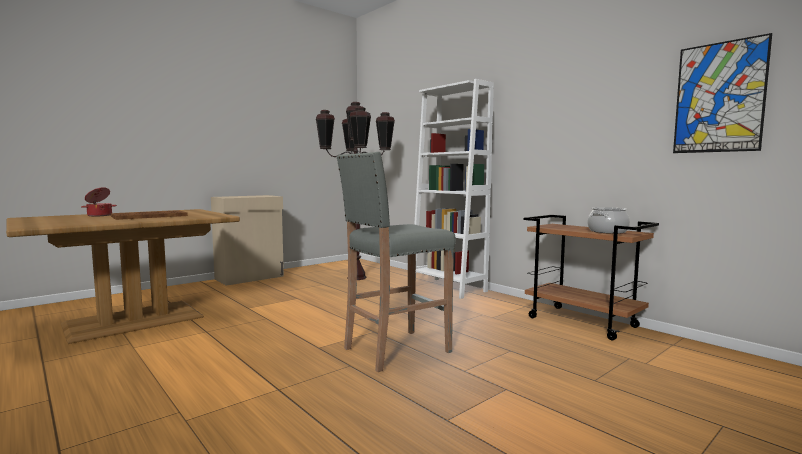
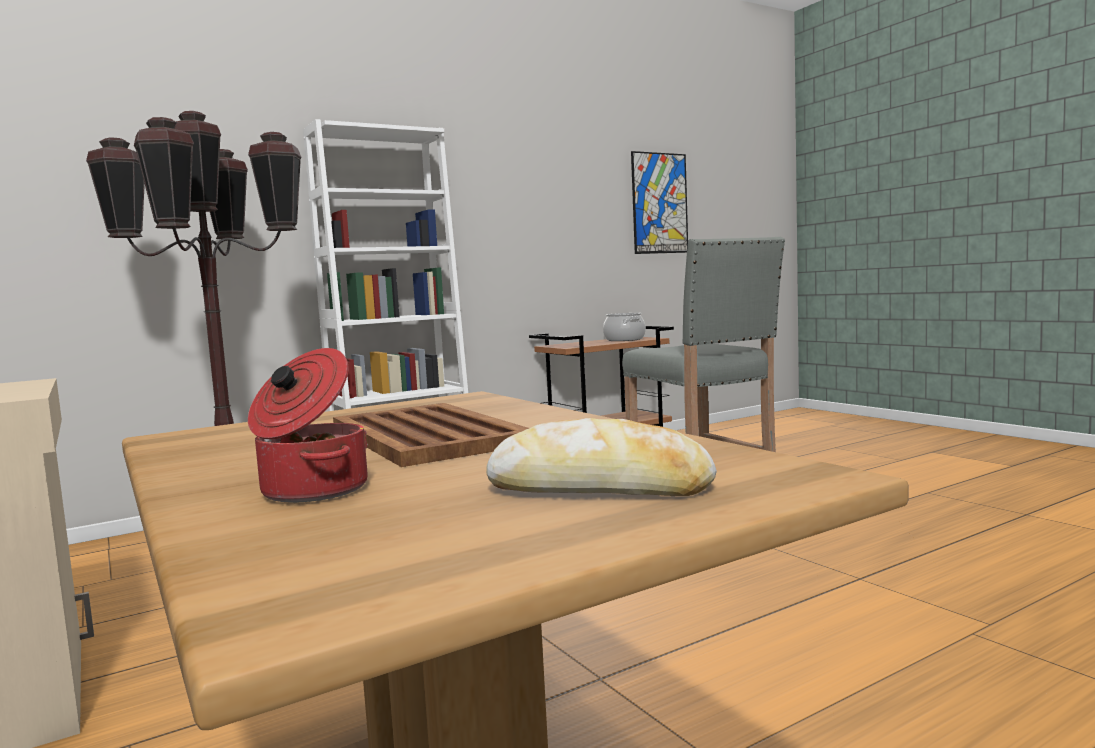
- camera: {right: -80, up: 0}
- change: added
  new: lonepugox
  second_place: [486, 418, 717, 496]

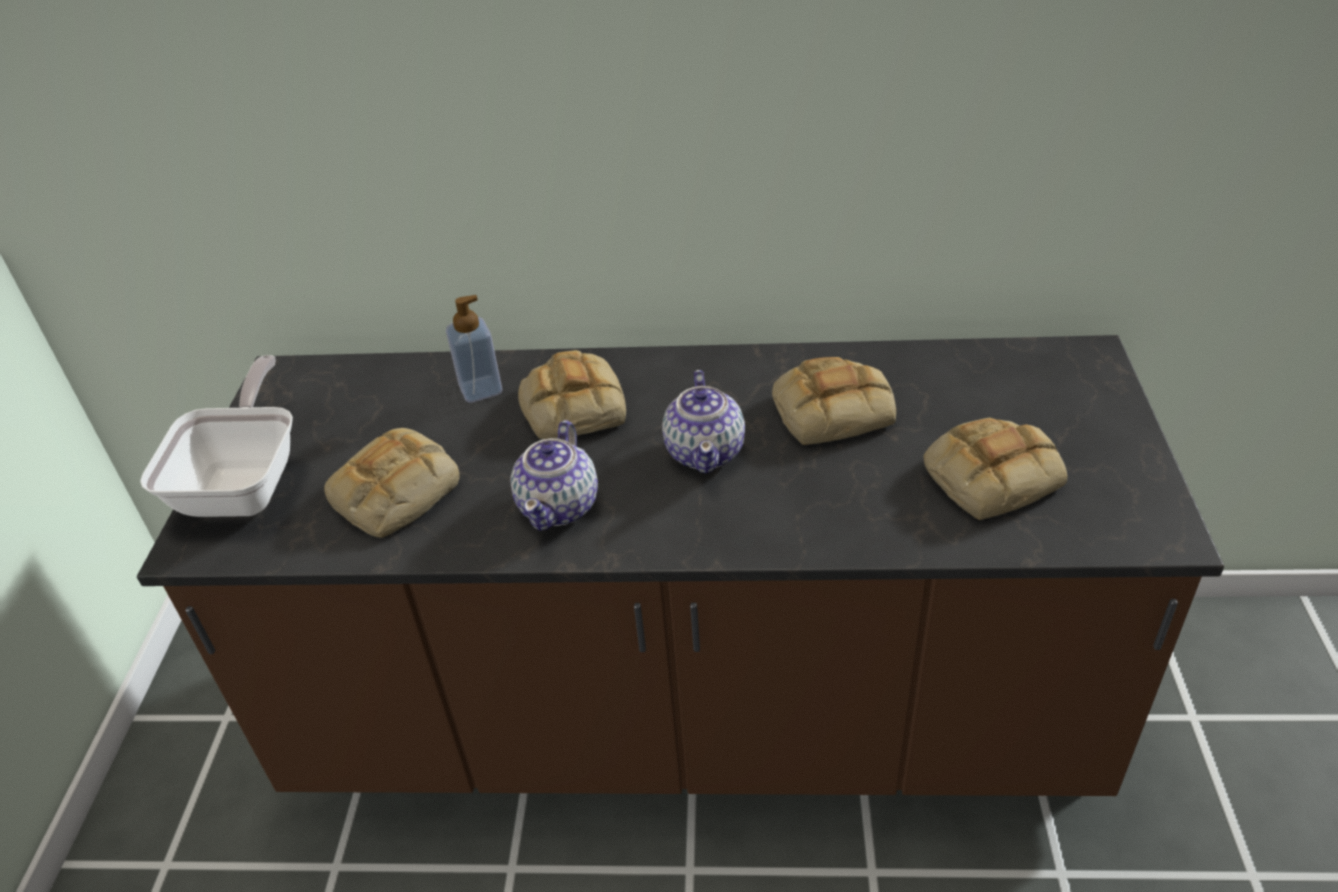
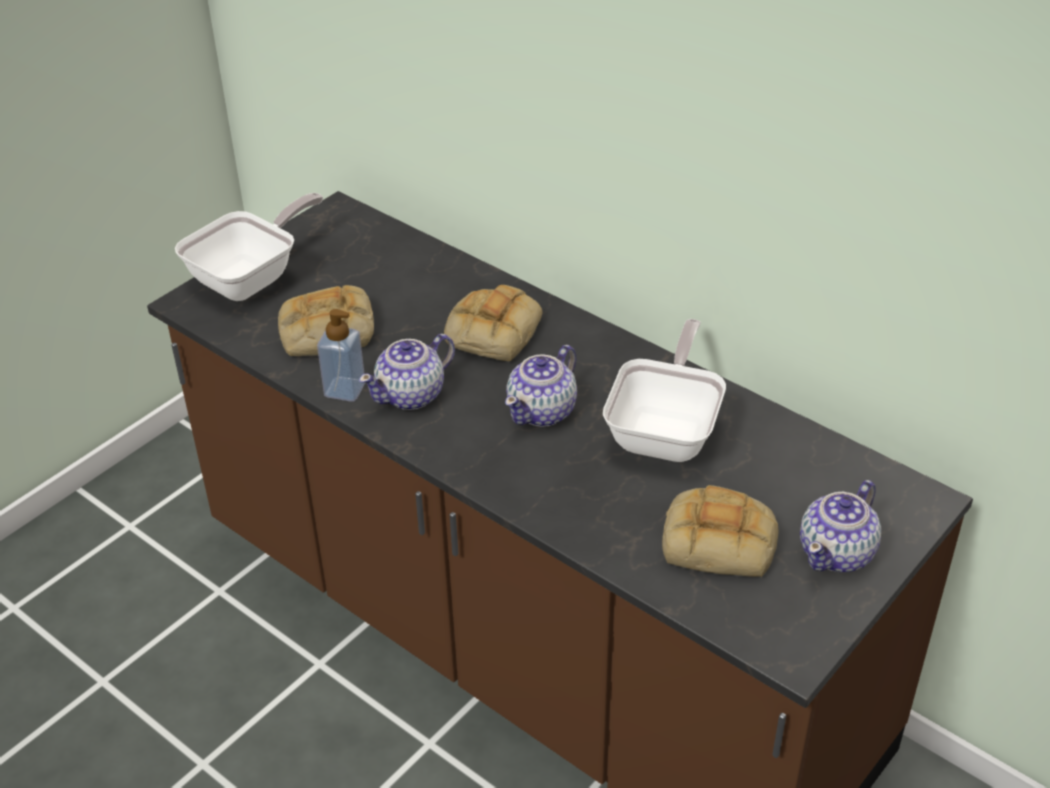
- camera: {right: 35, up: 0}
- change: added
  new: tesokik
  second_place: [800, 480, 881, 572]
- change: moved
  old: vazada
  first_place: [446, 295, 502, 403]
  second_place: [317, 309, 365, 402]
- change: replaced
  old: lonepugox
  new: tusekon
  first_place: [772, 357, 896, 445]
  second_place: [603, 319, 726, 462]

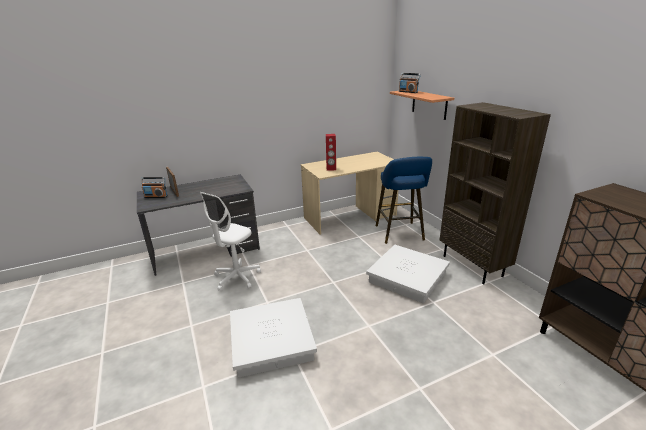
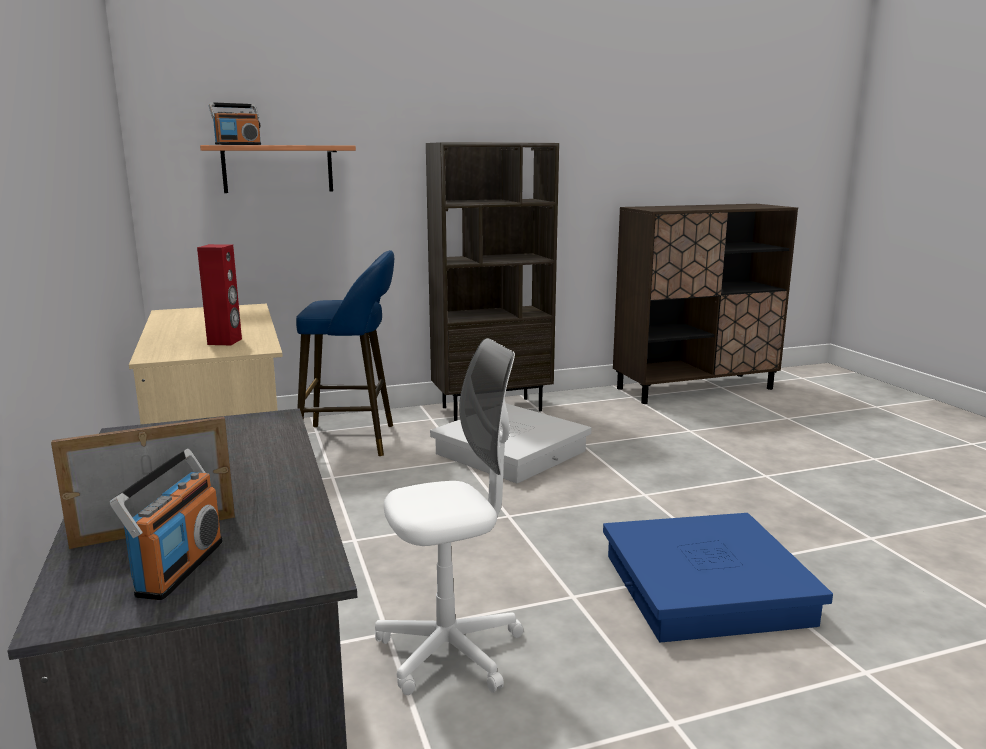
- camera: {right: -85, up: -10}
- change: recoloured
  old: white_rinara
  new: blue_rinara
  first_place: [230, 298, 317, 378]
  second_place: [603, 513, 833, 642]
- change: turned
  old: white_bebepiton
  first_place: [200, 192, 261, 291]
  second_place: [375, 338, 523, 695]
  degrees: -60

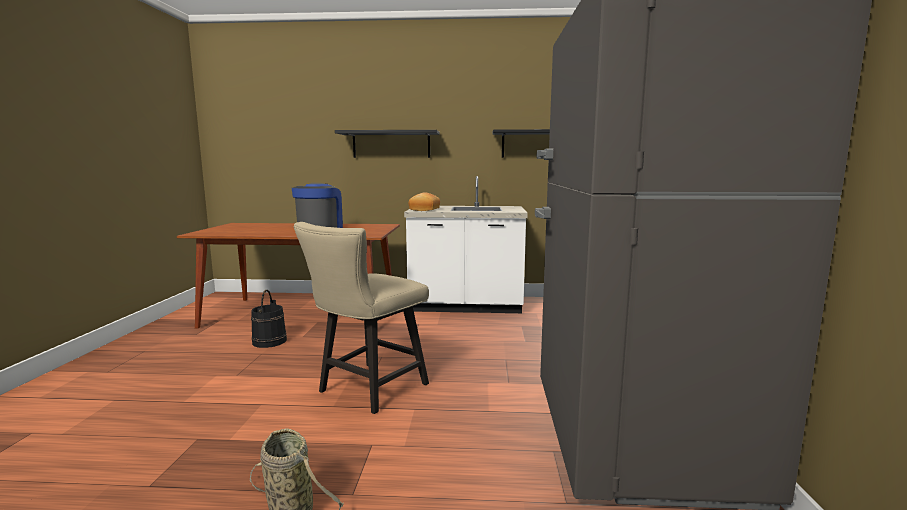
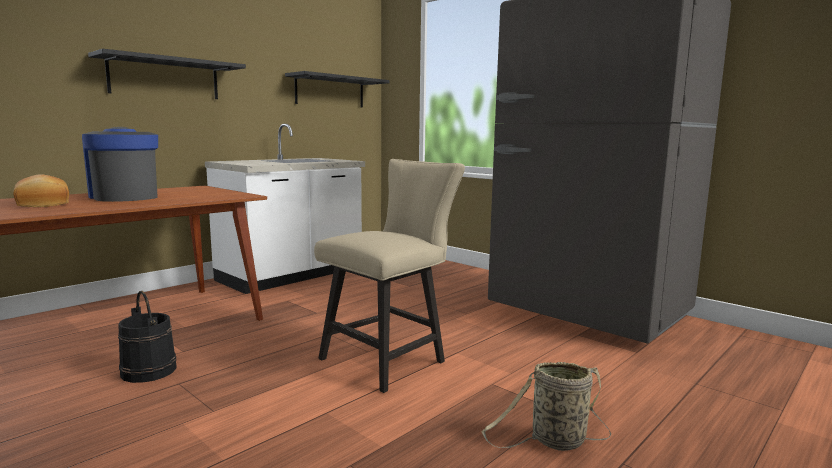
- camera: {right: -50, up: 0}
- change: moved
  old: lonepugox
  first_place: [409, 192, 440, 211]
  second_place: [13, 174, 69, 207]
- change: turned
  old: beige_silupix
  first_place: [294, 222, 429, 414]
  second_place: [314, 159, 465, 393]
  degrees: -120

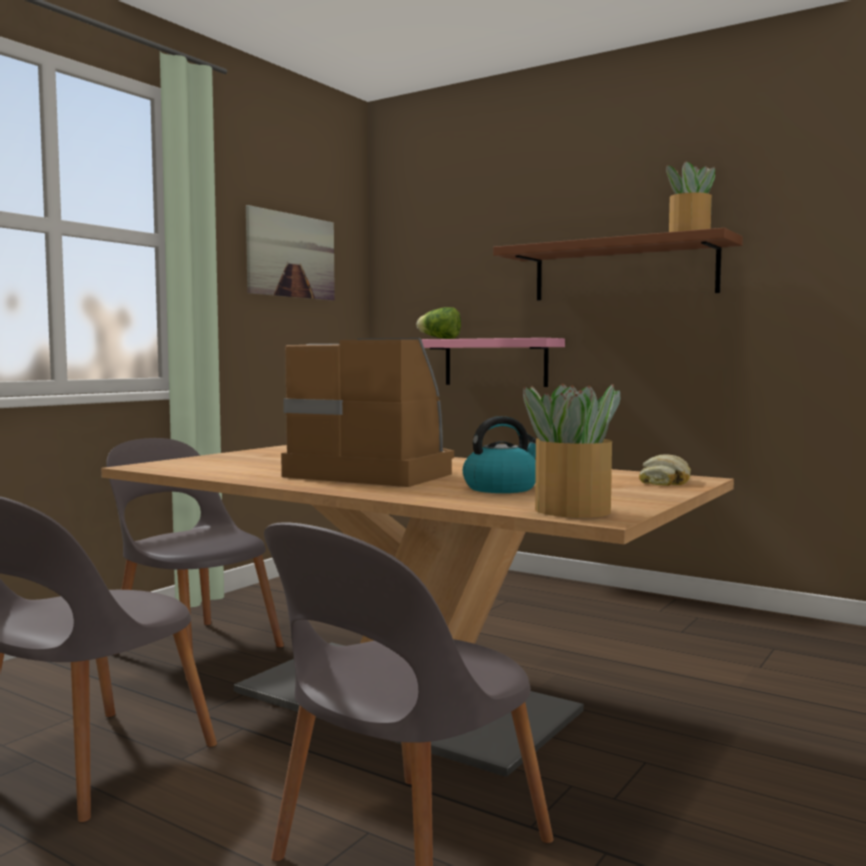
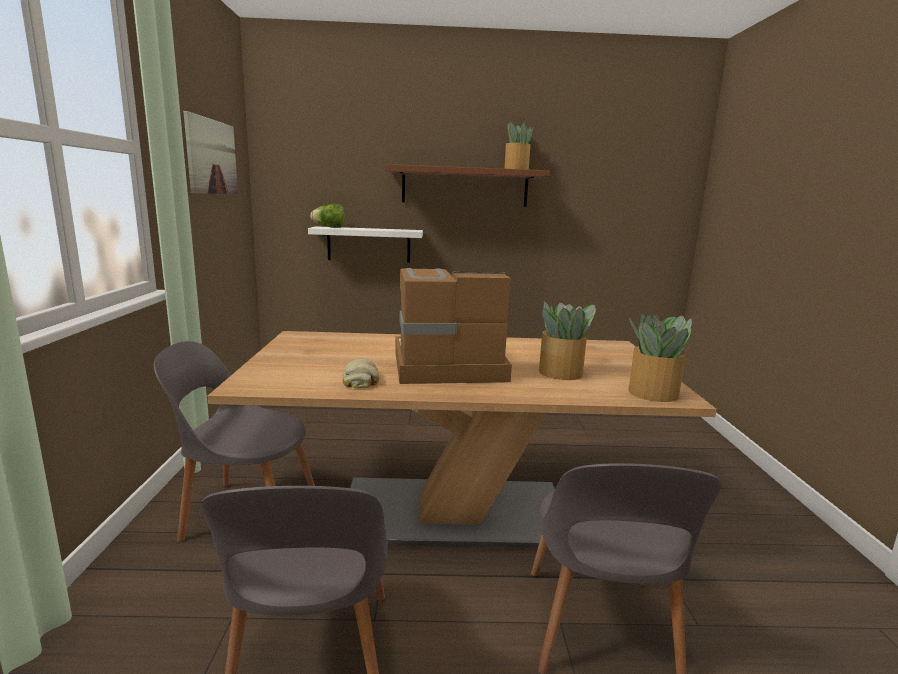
- camera: {right: -35, up: 10}
- change: moved
  old: lonepugox
  first_place: [639, 454, 691, 486]
  second_place: [342, 358, 379, 388]
- change: replaced
  old: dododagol
  new: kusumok
  first_place: [463, 416, 536, 493]
  second_place: [539, 301, 596, 380]
- change: recoloured
  old: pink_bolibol
  new: white_bolibol
  first_place: [421, 338, 565, 387]
  second_place: [308, 226, 423, 263]

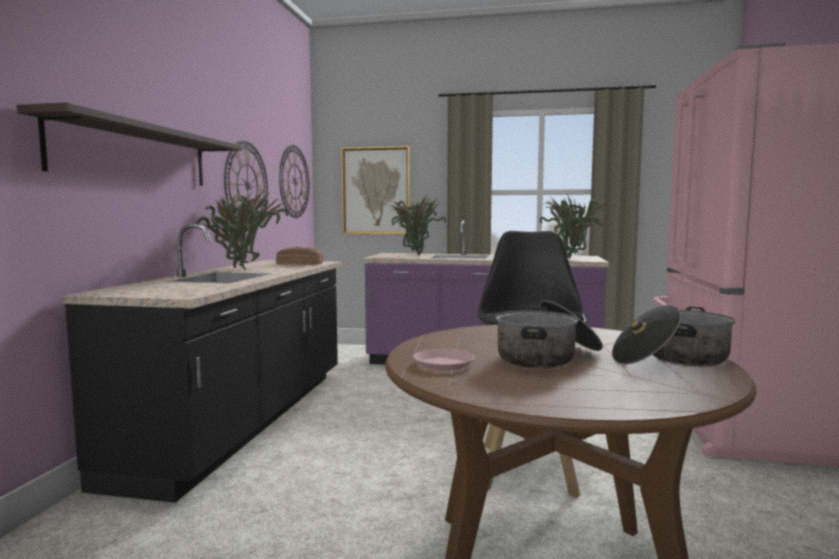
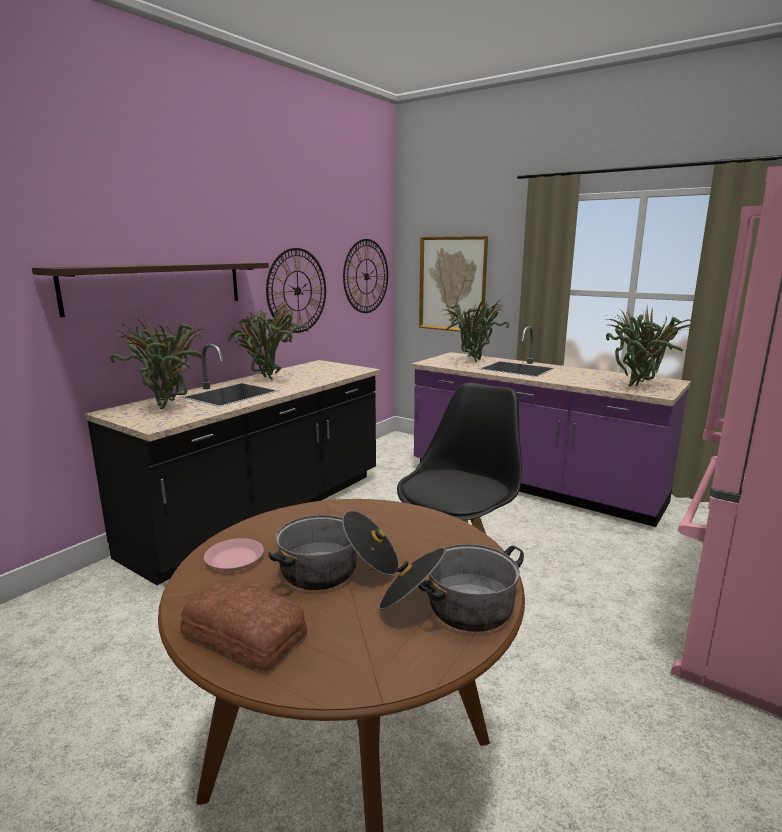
- camera: {right: 25, up: 10}
- change: added
  new: kusumok
  second_place: [110, 315, 205, 409]
- change: moved
  old: lonepugox
  first_place: [276, 247, 324, 265]
  second_place: [180, 580, 307, 672]

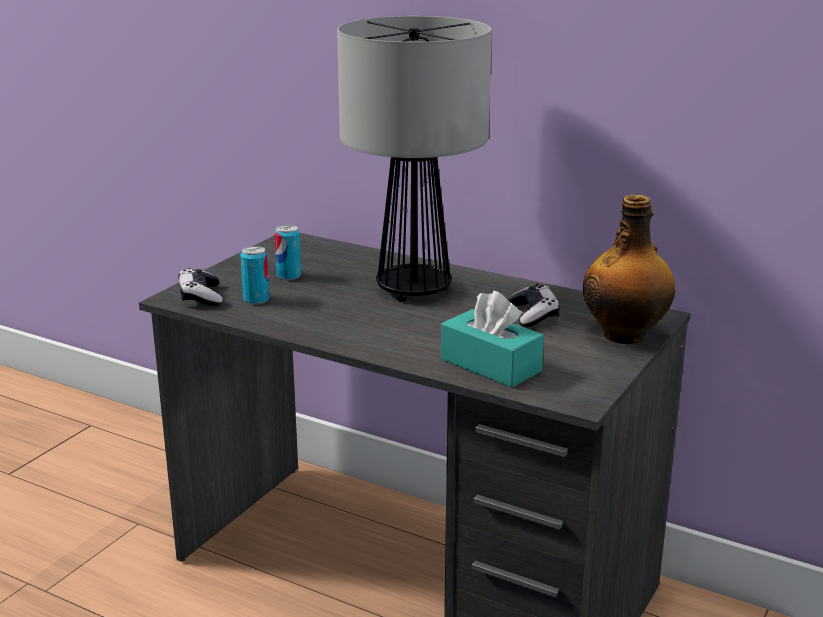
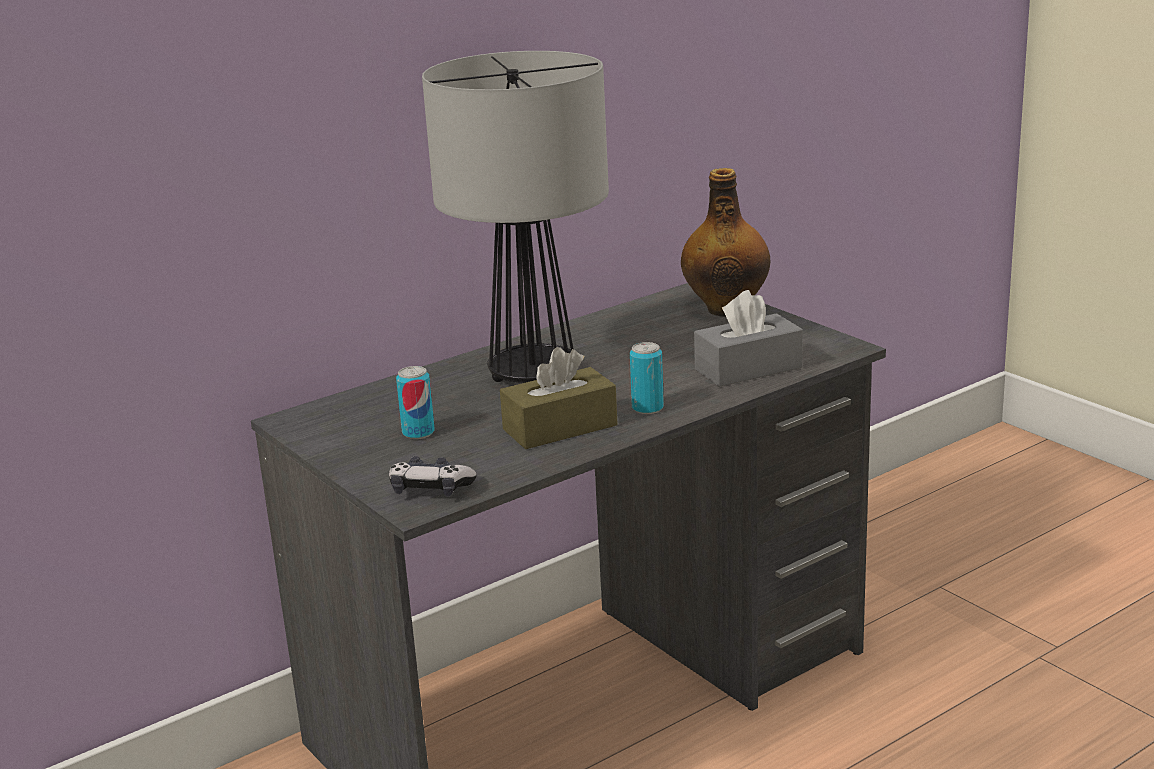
- camera: {right: -65, up: 0}
- change: removed
  old: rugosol
  first_place: [507, 284, 560, 327]
- change: added
  new: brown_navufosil
  second_place: [500, 347, 617, 449]
- change: moved
  old: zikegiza
  first_place: [240, 246, 269, 305]
  second_place: [630, 342, 664, 414]
- change: recoloured
  old: turquoise_navufosil
  new: grey_navufosil
  first_place: [441, 291, 544, 388]
  second_place: [694, 290, 803, 387]

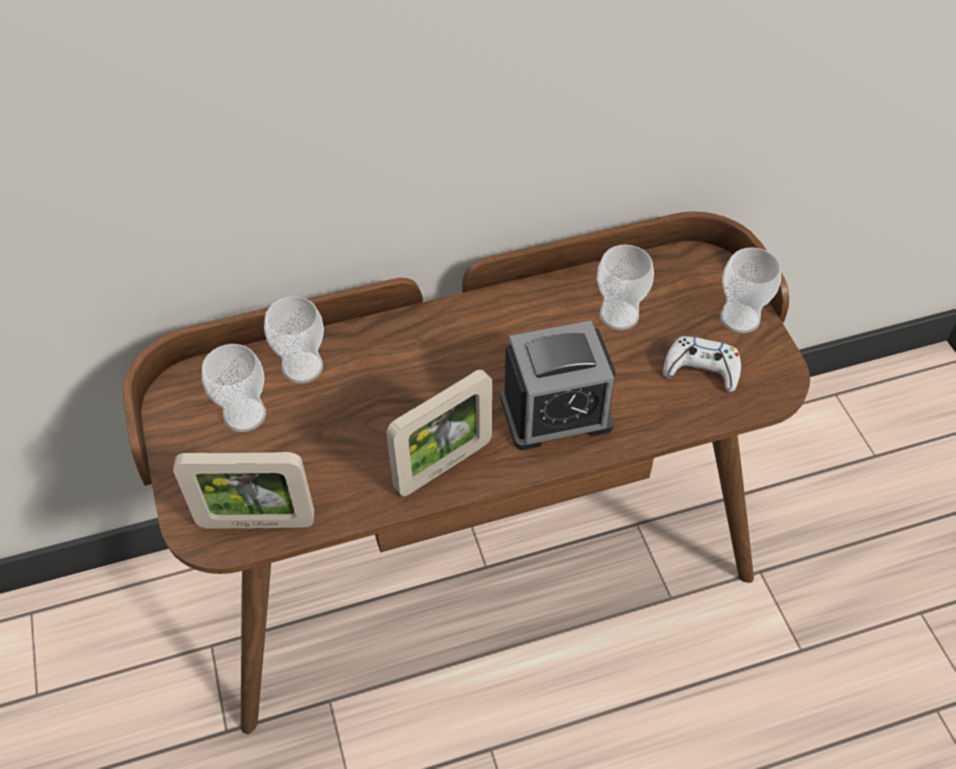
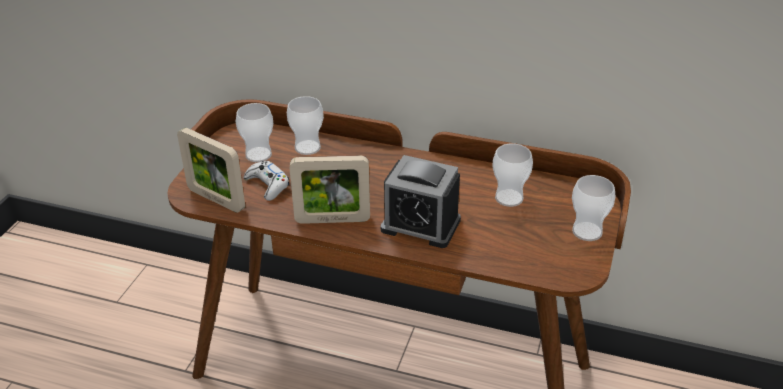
- camera: {right: 35, up: -15}
- change: moved
  old: white_rugosol
  first_place: [663, 336, 741, 392]
  second_place: [244, 161, 289, 201]

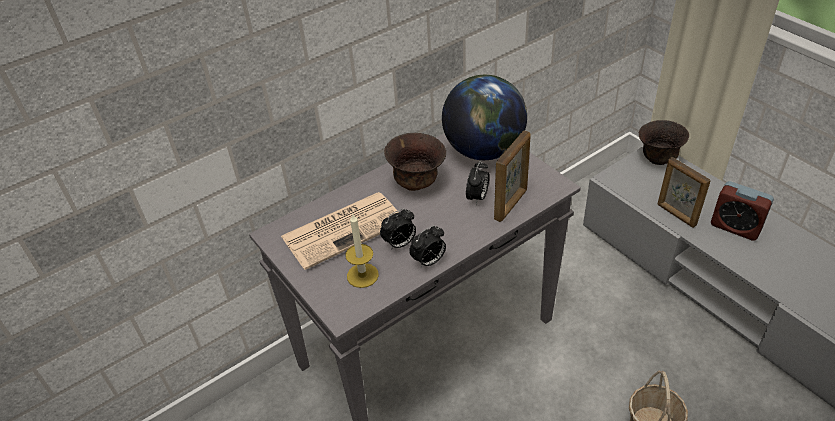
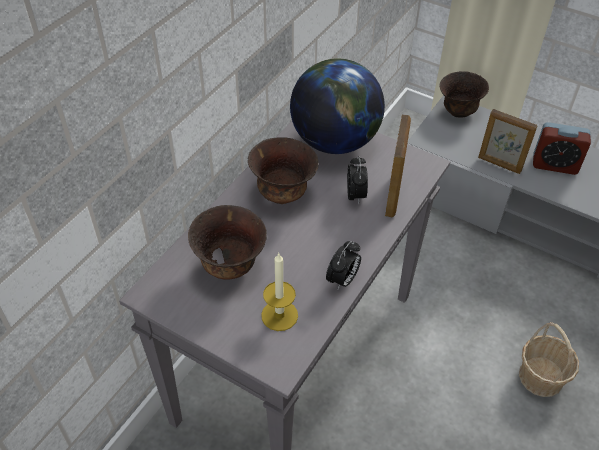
- camera: {right: -25, up: 5}
- change: removed
  old: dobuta
  first_place: [380, 209, 416, 250]
- change: replaced
  old: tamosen
  new: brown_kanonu
  first_place: [281, 192, 399, 270]
  second_place: [188, 205, 267, 280]

